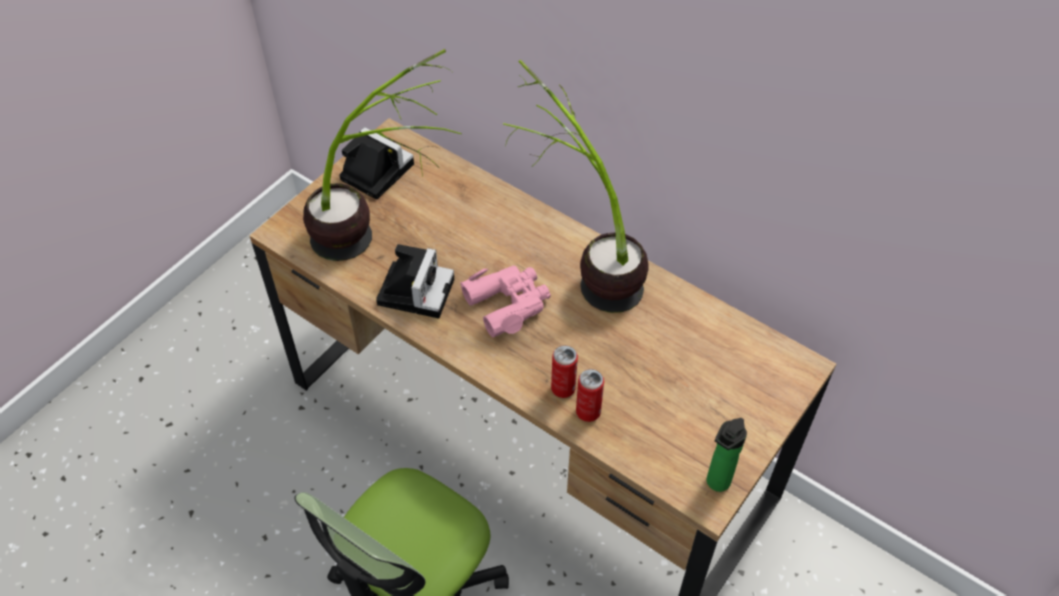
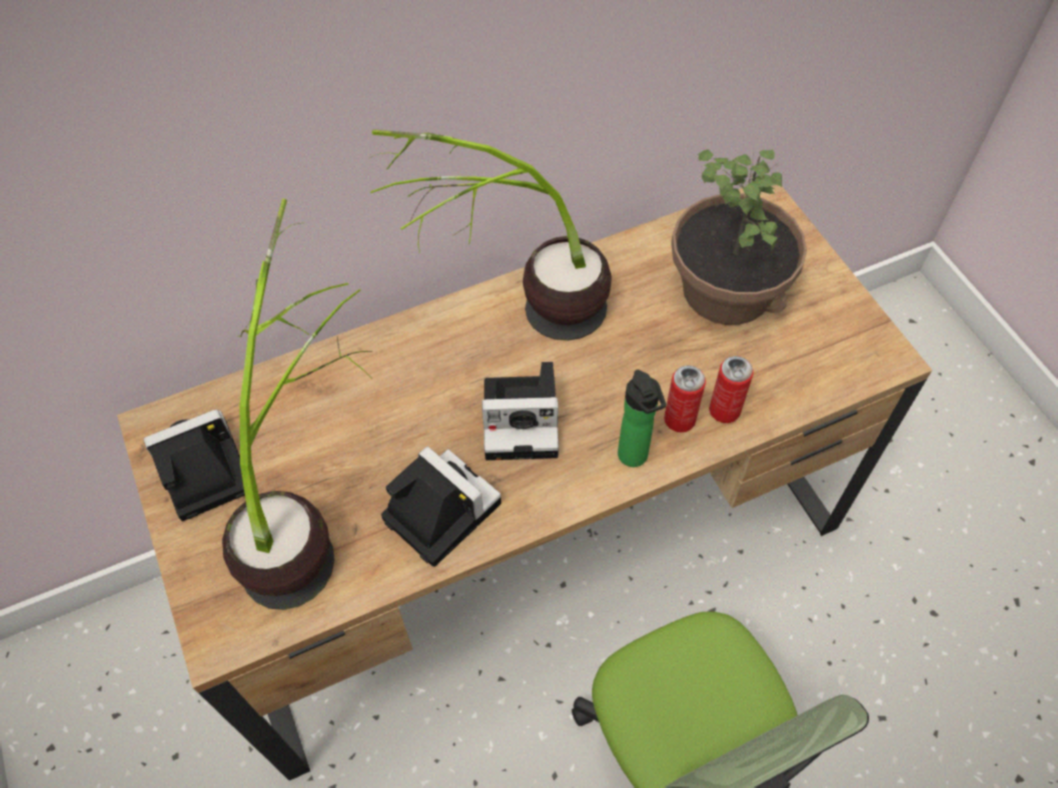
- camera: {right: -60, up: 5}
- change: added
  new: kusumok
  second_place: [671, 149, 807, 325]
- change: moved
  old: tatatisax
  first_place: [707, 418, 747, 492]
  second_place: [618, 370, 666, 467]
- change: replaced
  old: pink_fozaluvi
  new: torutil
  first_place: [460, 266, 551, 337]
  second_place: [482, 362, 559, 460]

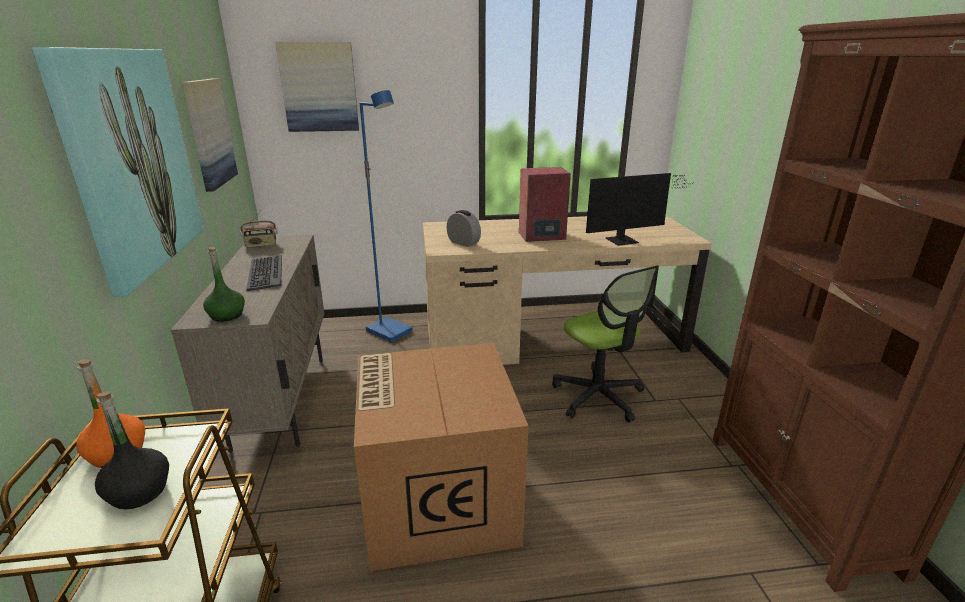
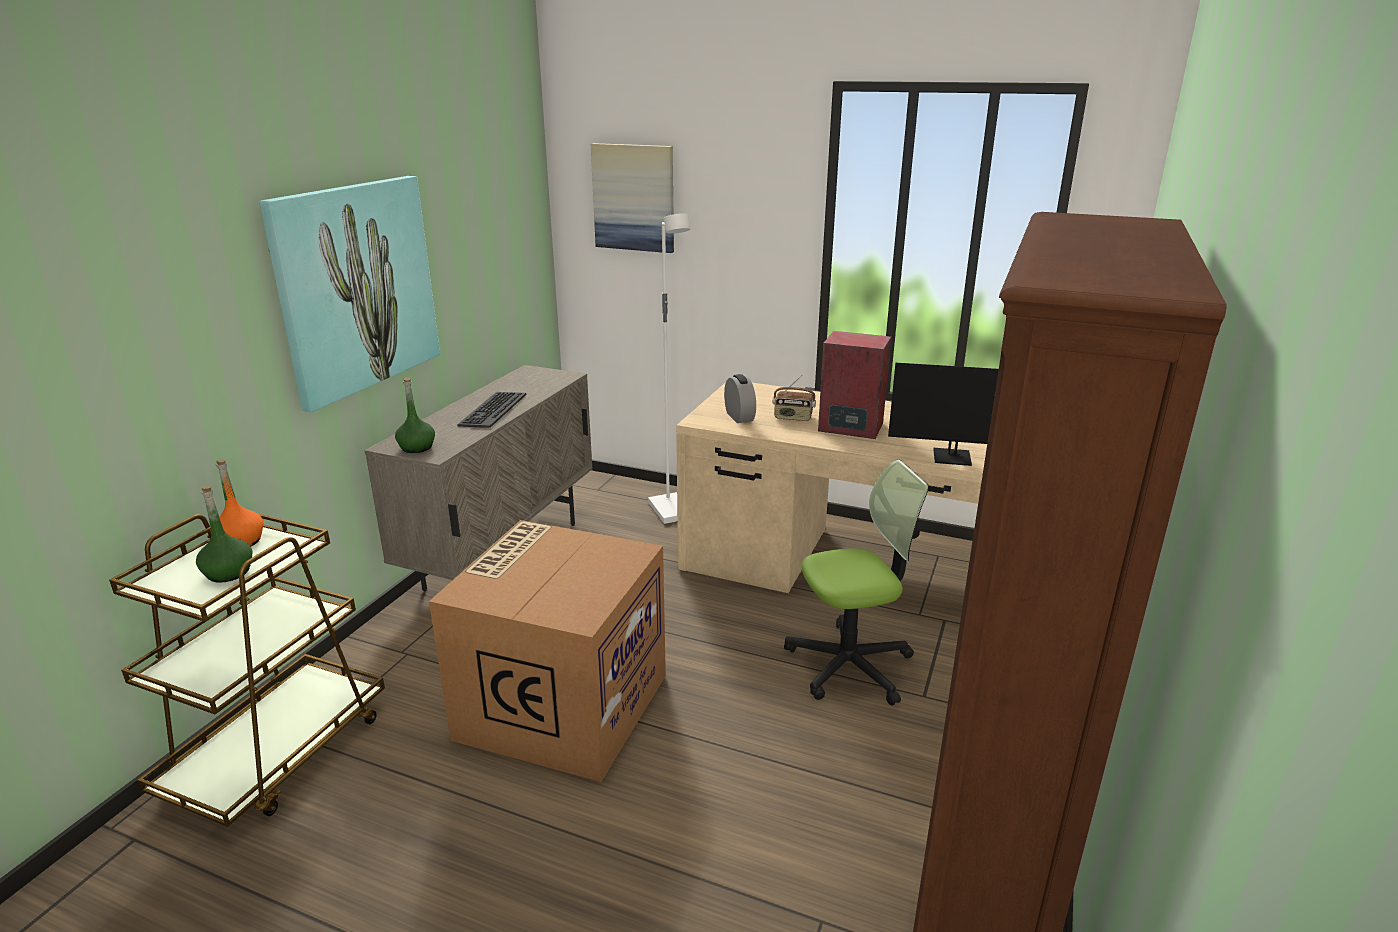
- camera: {right: 30, up: 0}
- change: removed
  old: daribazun
  first_place: [182, 78, 238, 192]
- change: moved
  old: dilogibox
  first_place: [240, 210, 278, 248]
  second_place: [772, 374, 816, 421]
- change: recoloured
  old: black_tatatisax
  new: green_tatatisax
  first_place: [95, 392, 169, 509]
  second_place: [196, 486, 252, 583]
- change: recoloured
  old: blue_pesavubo
  new: white_pesavubo
  first_place: [360, 90, 413, 342]
  second_place: [648, 213, 690, 524]
- change: turned
  old: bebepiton
  first_place: [552, 265, 659, 422]
  second_place: [784, 460, 929, 706]
  degrees: -105

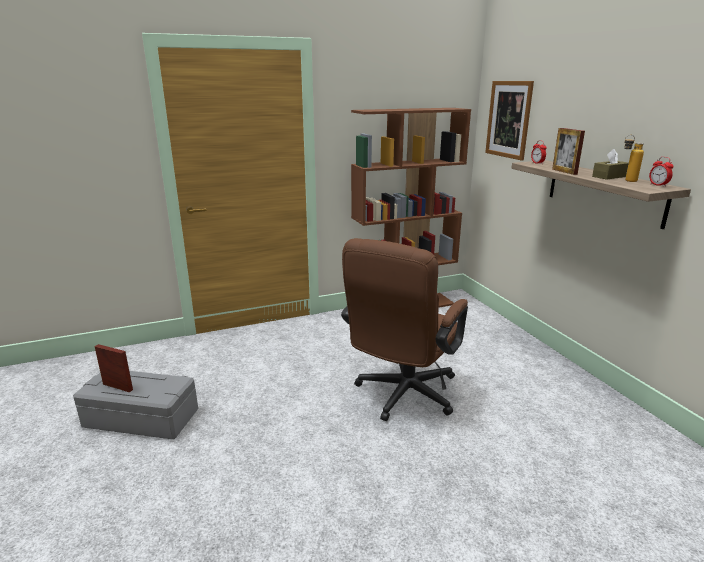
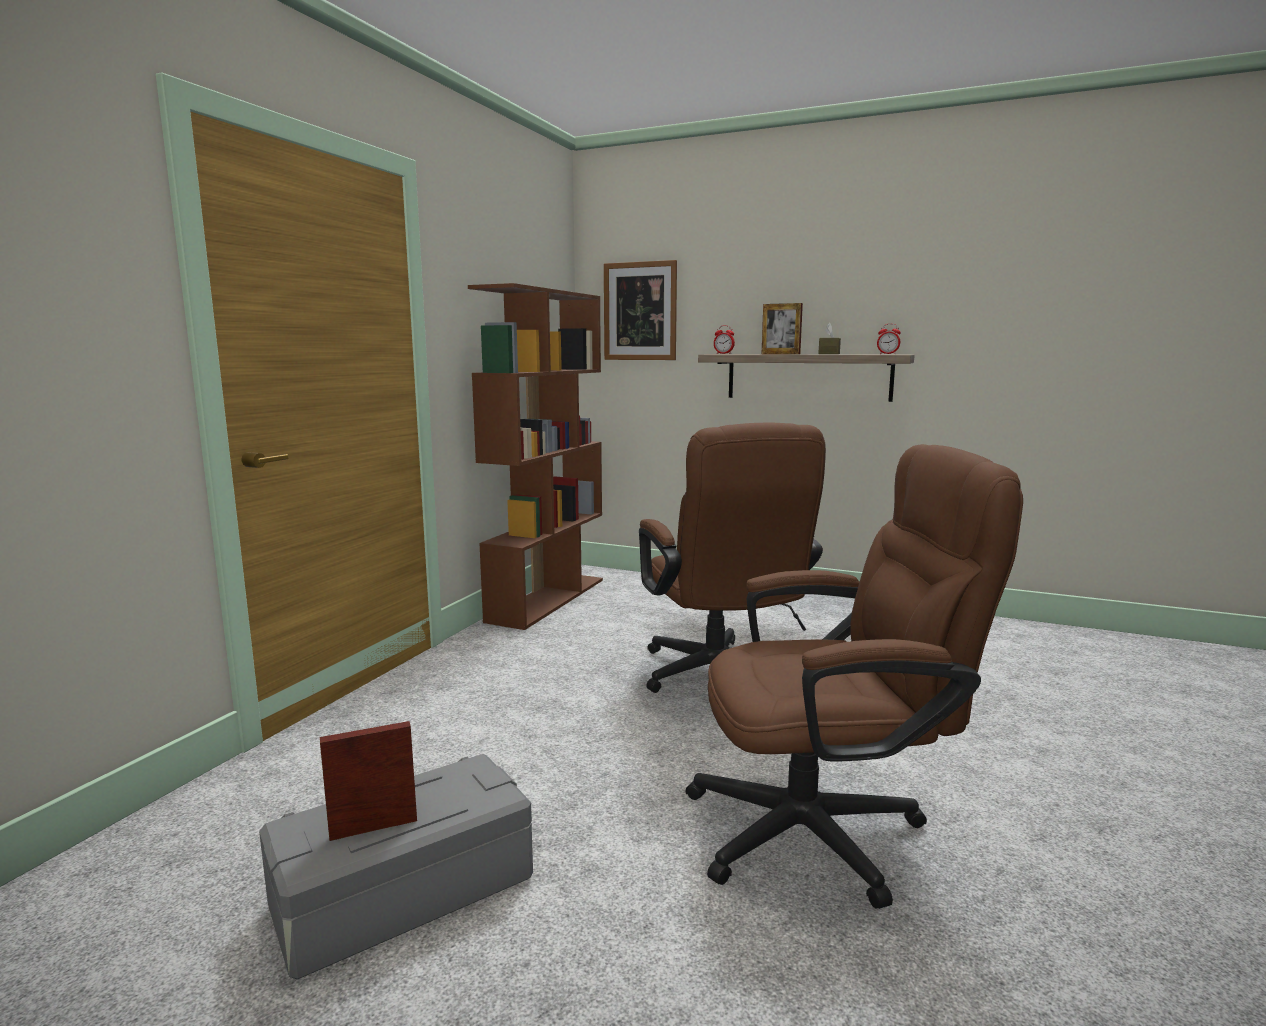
- camera: {right: -45, up: -10}
- change: removed
  old: tatatisax
  first_place: [624, 135, 644, 182]
- change: added
  new: brown_bebepiton
  second_place: [686, 444, 1023, 909]

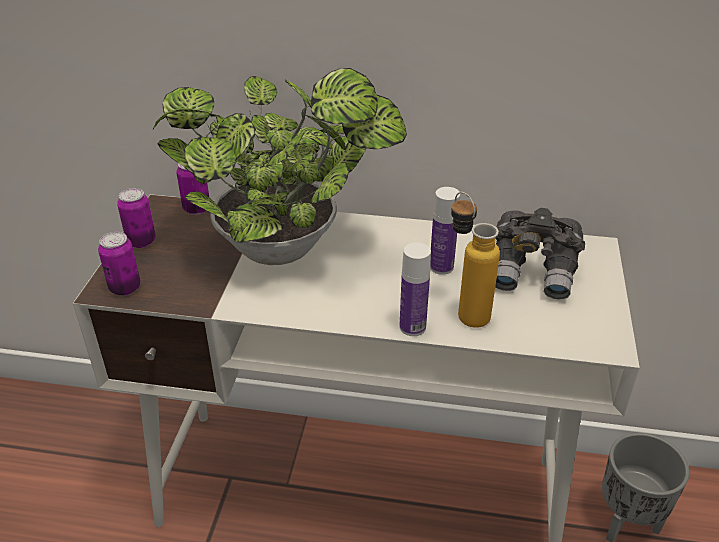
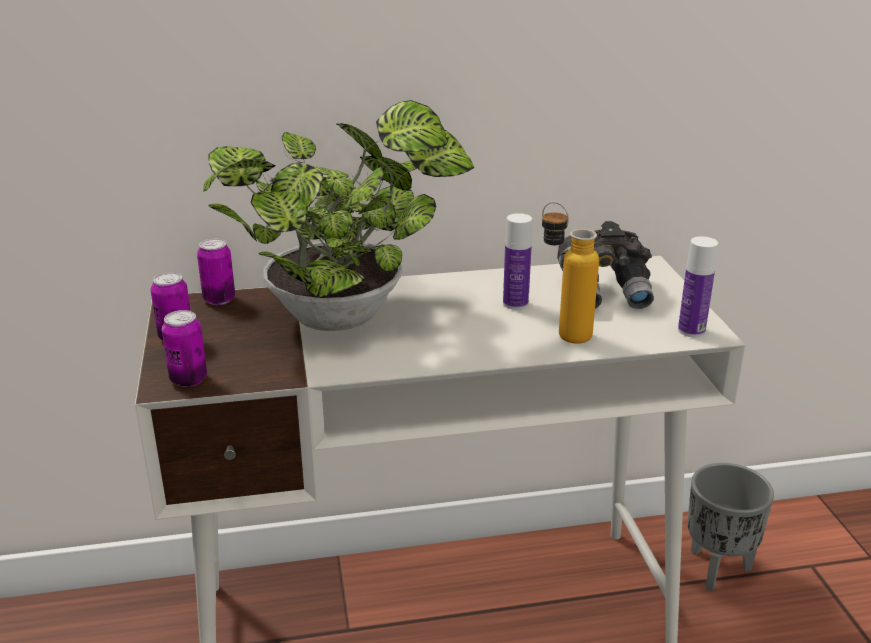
- camera: {right: -20, up: -10}
- change: moved
  old: tatatisax
  first_place: [400, 242, 431, 336]
  second_place: [678, 236, 718, 337]

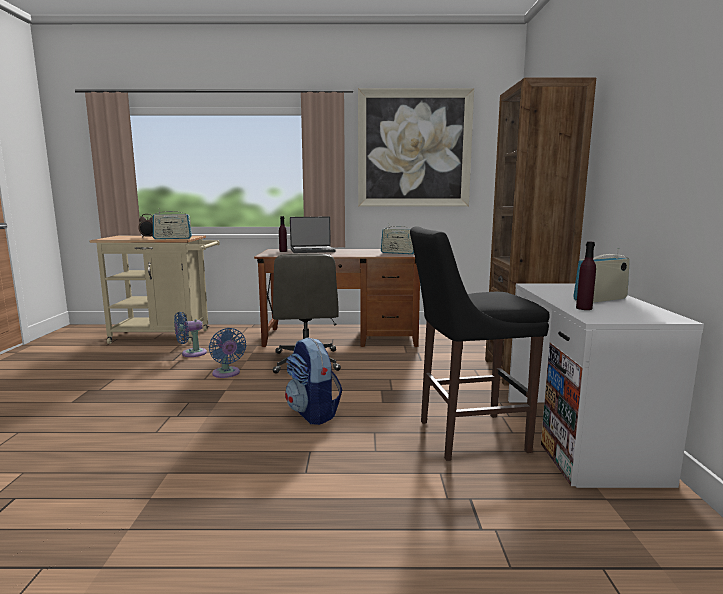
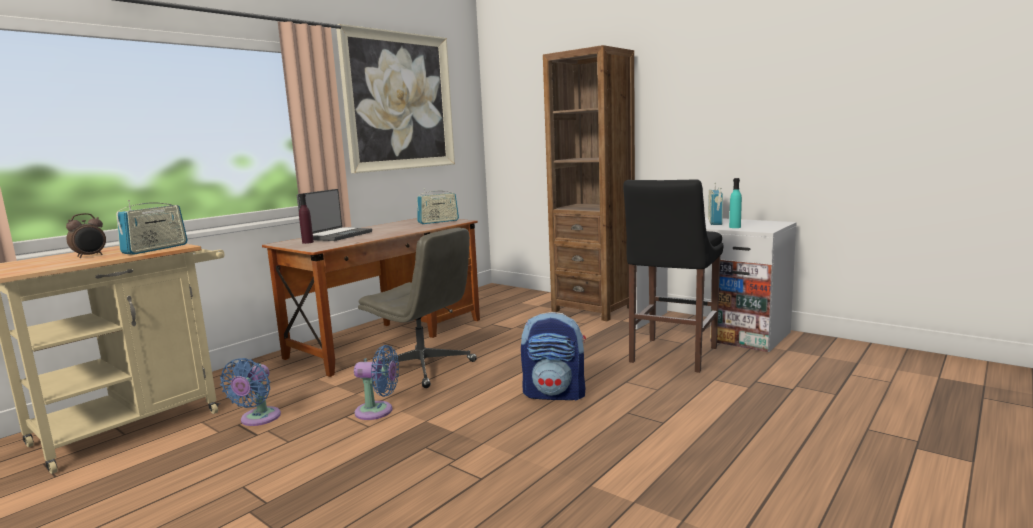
- camera: {right: -50, up: 0}
- change: recoloured
  old: purple_tatatisax
  new: turquoise_tatatisax
  first_place: [576, 242, 596, 310]
  second_place: [729, 178, 742, 228]

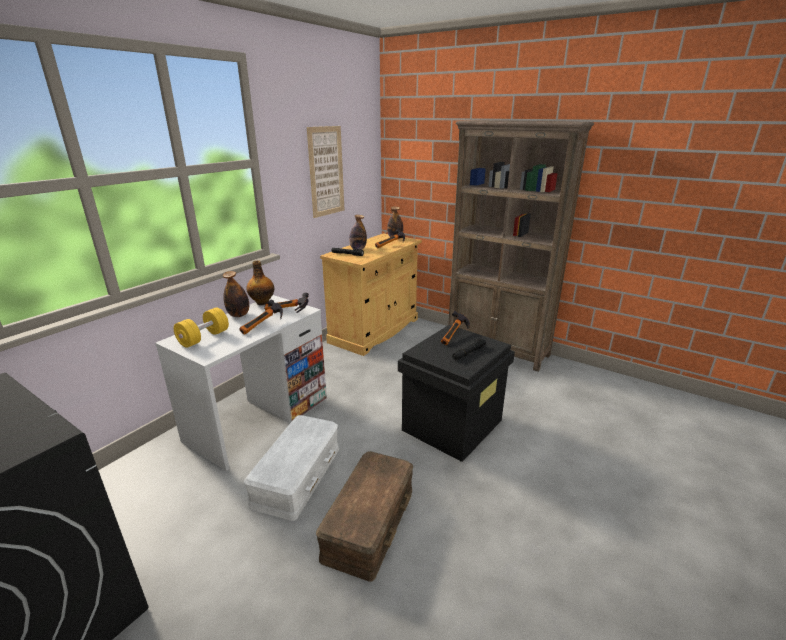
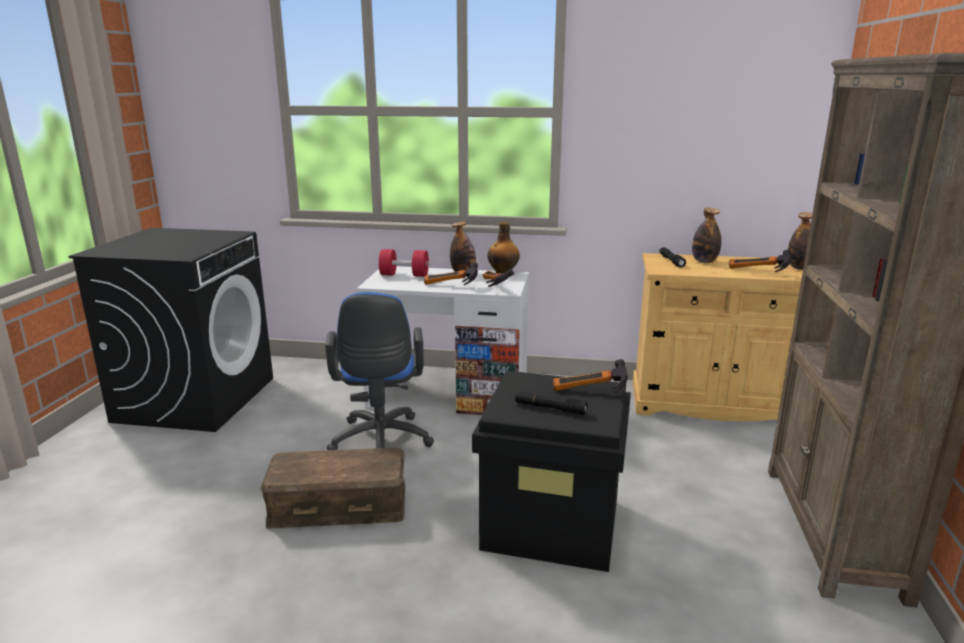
- camera: {right: 65, up: -5}
- change: removed
  old: daribazun
  first_place: [307, 126, 344, 218]
- change: replaced
  old: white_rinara
  new: blue_bebepiton
  first_place: [244, 415, 339, 521]
  second_place: [325, 292, 434, 450]
- change: recoloured
  old: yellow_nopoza
  new: red_nopoza
  first_place: [174, 307, 229, 348]
  second_place: [379, 249, 429, 277]

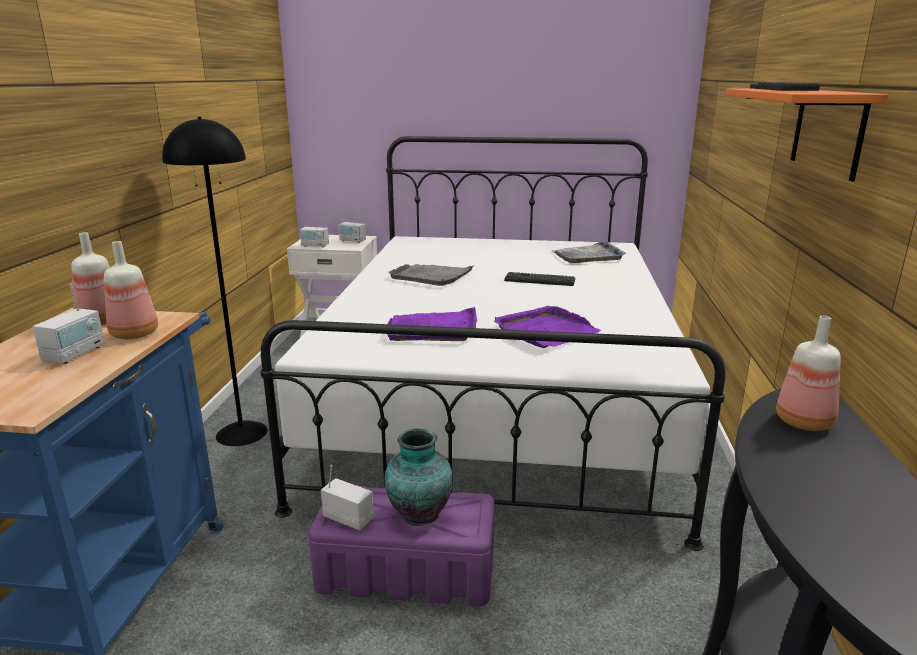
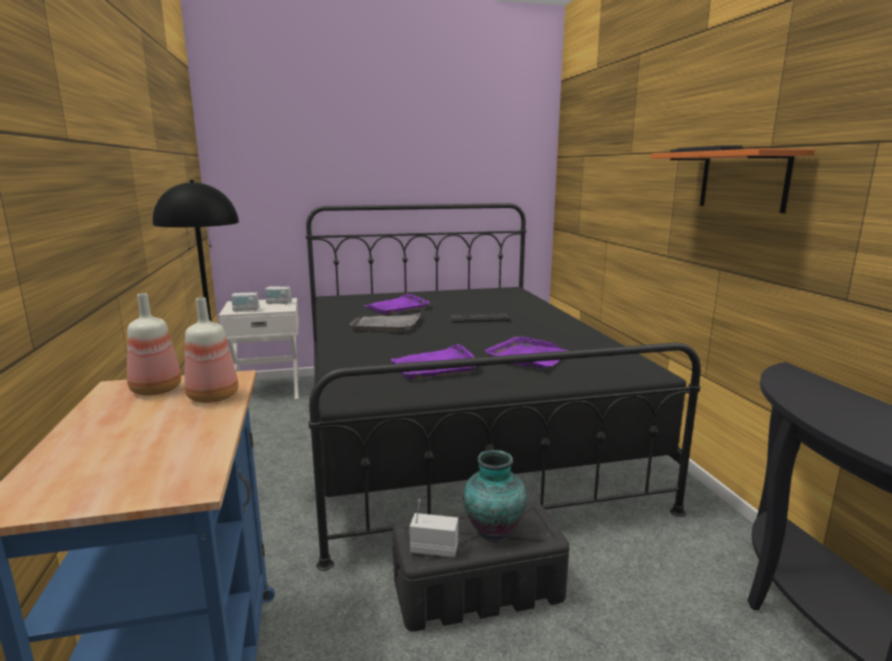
- camera: {right: -20, up: -5}
- change: removed
  old: dilogibox
  first_place: [33, 283, 105, 364]
- change: removed
  old: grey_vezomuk
  first_place: [551, 241, 626, 263]
- change: removed
  old: tatatisax
  first_place: [776, 316, 841, 431]
- change: added
  new: purple_vezomuk
  second_place: [364, 294, 430, 315]
- change: recoloured
  old: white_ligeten
  new: black_ligeten
  first_place: [261, 136, 725, 551]
  second_place: [306, 203, 701, 571]
- change: recoloured
  old: purple_rinara
  new: black_rinara
  first_place: [308, 486, 495, 606]
  second_place: [393, 502, 569, 632]

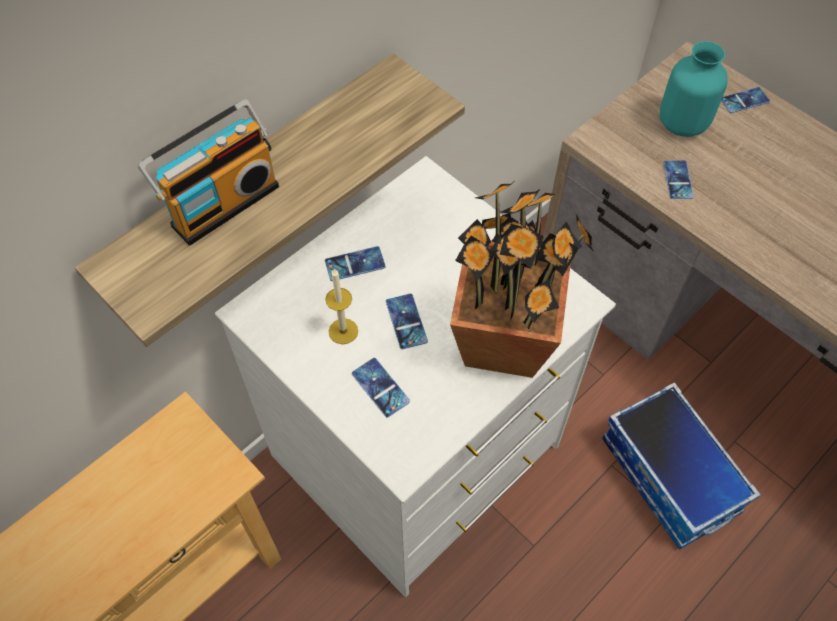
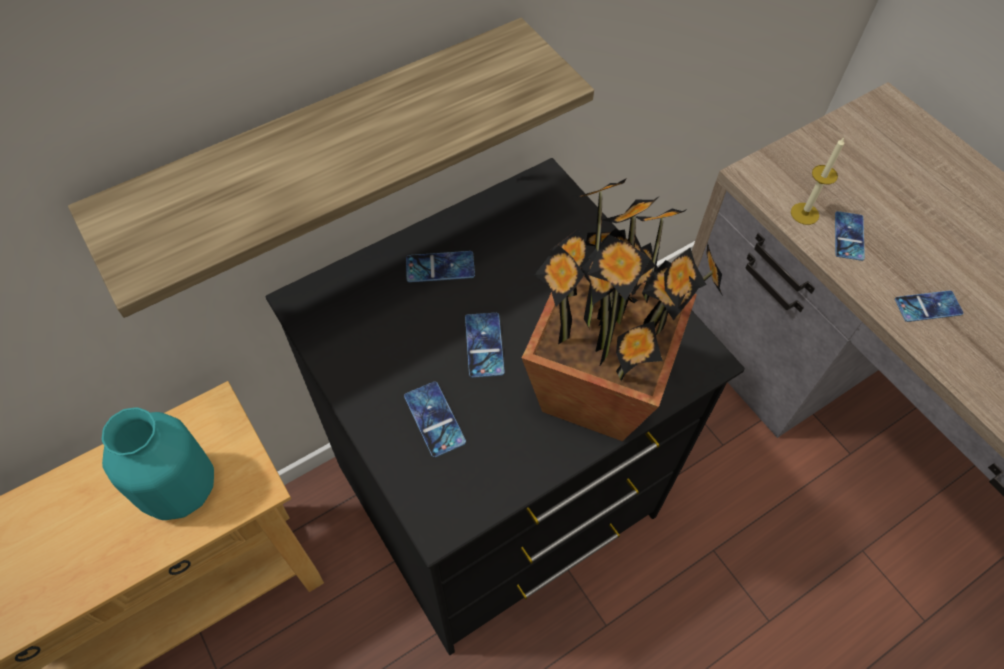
- camera: {right: 10, up: 0}
- change: removed
  old: dilogibox
  first_place: [137, 99, 279, 246]
- change: removed
  old: rinara
  first_place: [602, 382, 761, 550]
- change: moved
  old: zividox
  first_place: [325, 269, 358, 344]
  second_place: [791, 137, 844, 225]
- change: moved
  old: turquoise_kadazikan
  first_place: [660, 41, 727, 137]
  second_place: [102, 407, 214, 520]
- change: moved
  old: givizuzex
  first_place: [721, 87, 770, 113]
  second_place: [895, 290, 963, 322]
- change: recoloured
  old: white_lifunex
  new: black_lifunex
  first_place: [215, 156, 616, 597]
  second_place: [266, 158, 745, 655]

